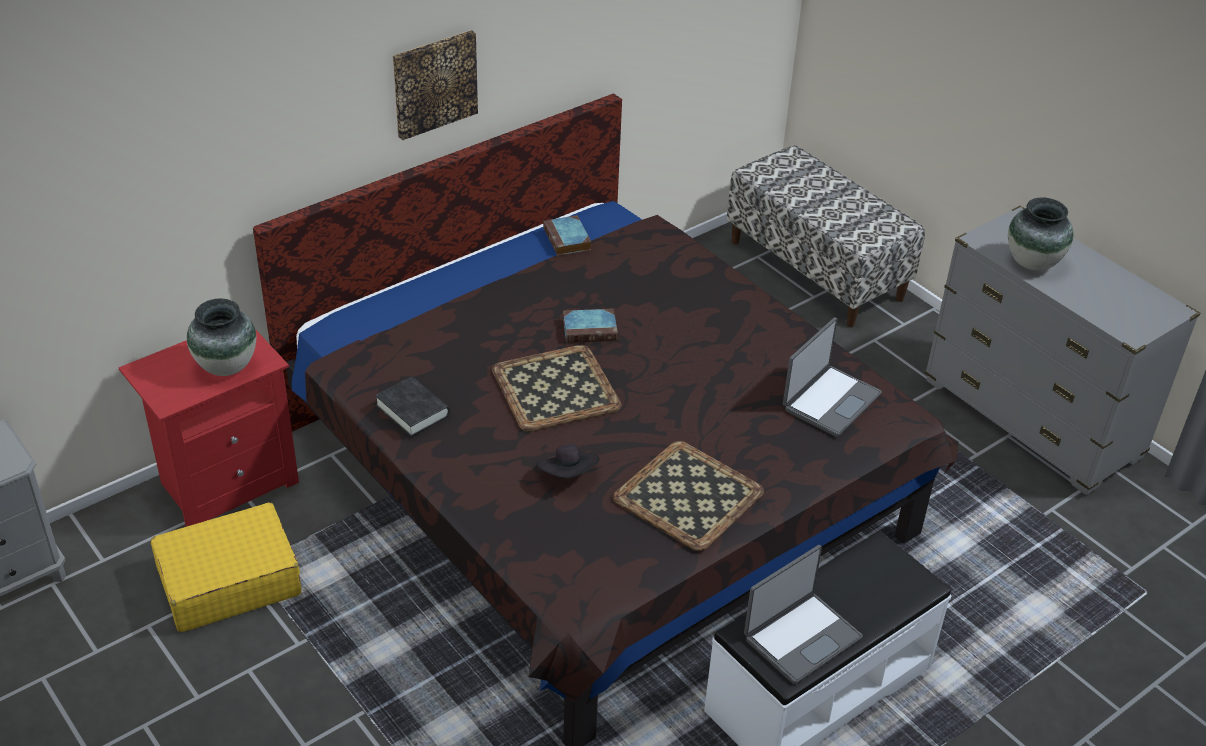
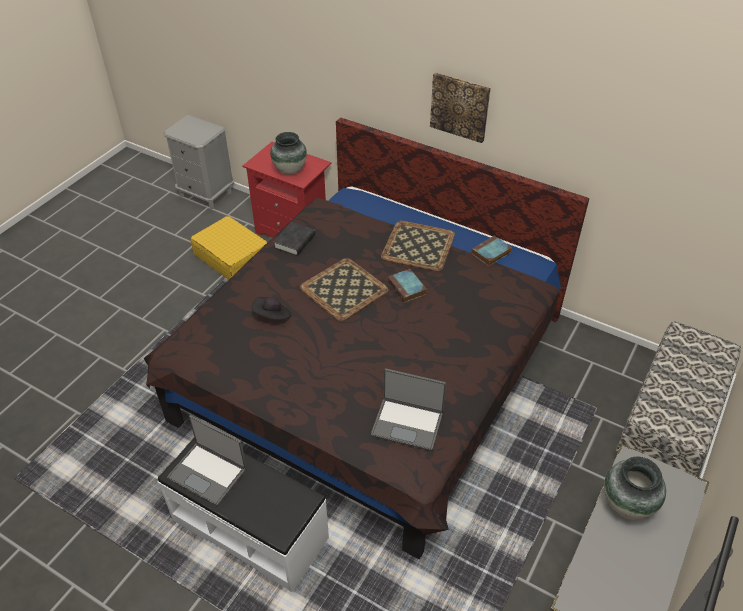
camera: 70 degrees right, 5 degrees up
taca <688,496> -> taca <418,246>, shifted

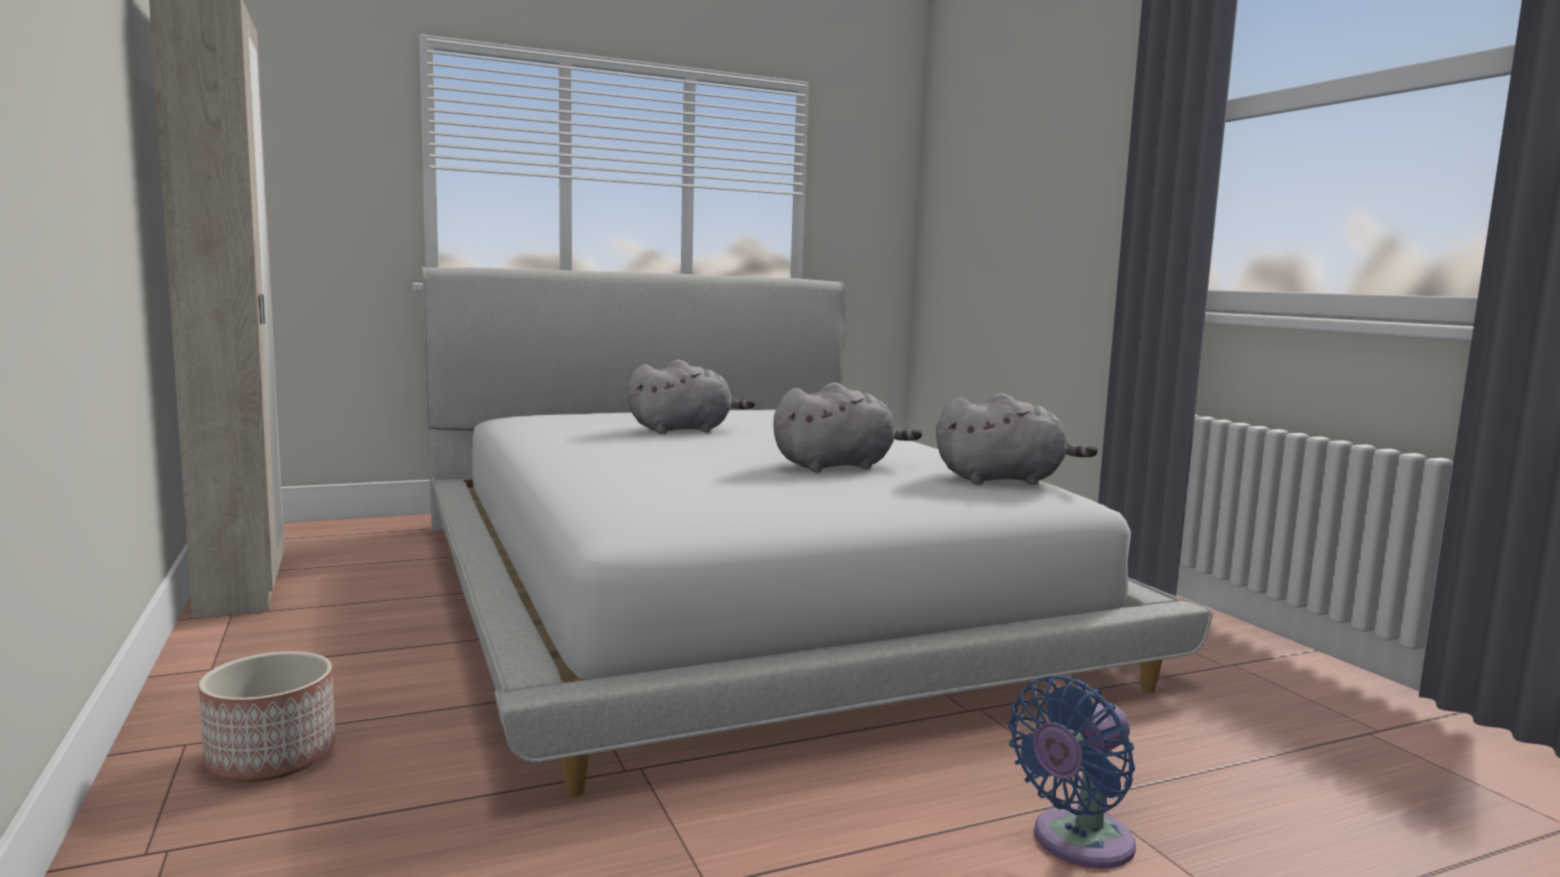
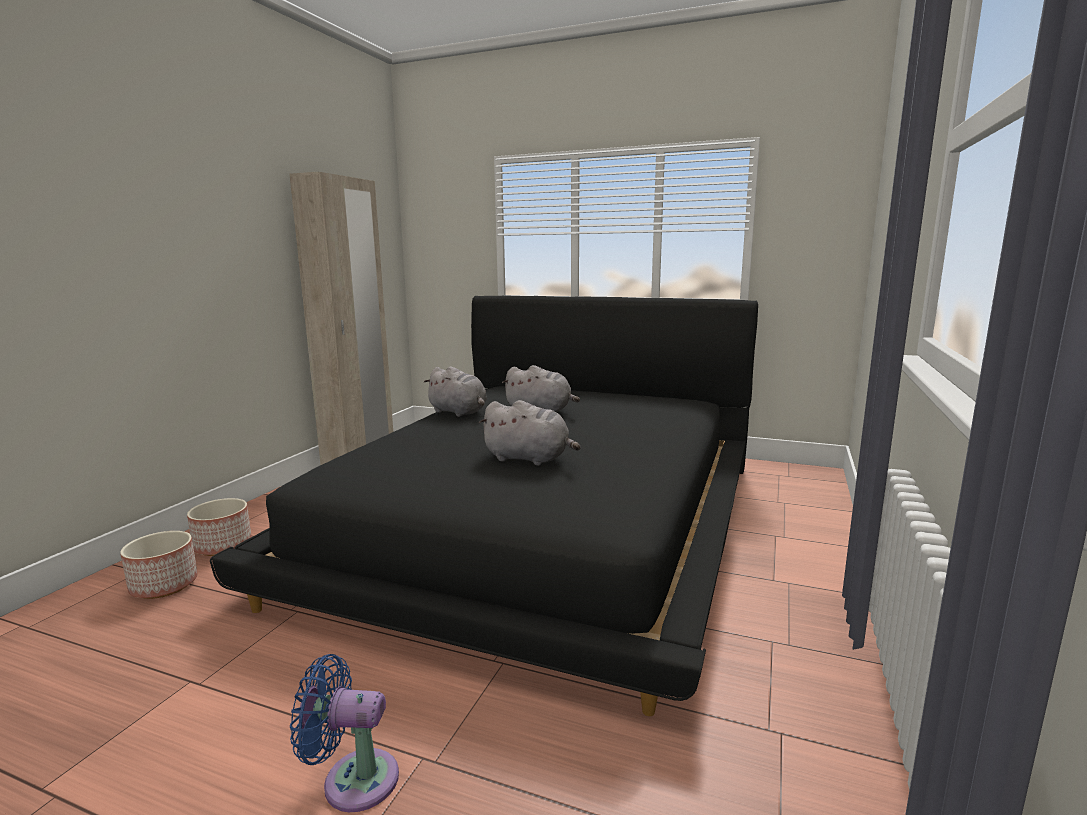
camera: 45 degrees right, 5 degrees up
none -> donica <159,565>
łóżko/biały <817,532> -> łóżko/czarny <484,506>
pluszak/szary <1017,438> -> pluszak/szary <455,391>, shifted

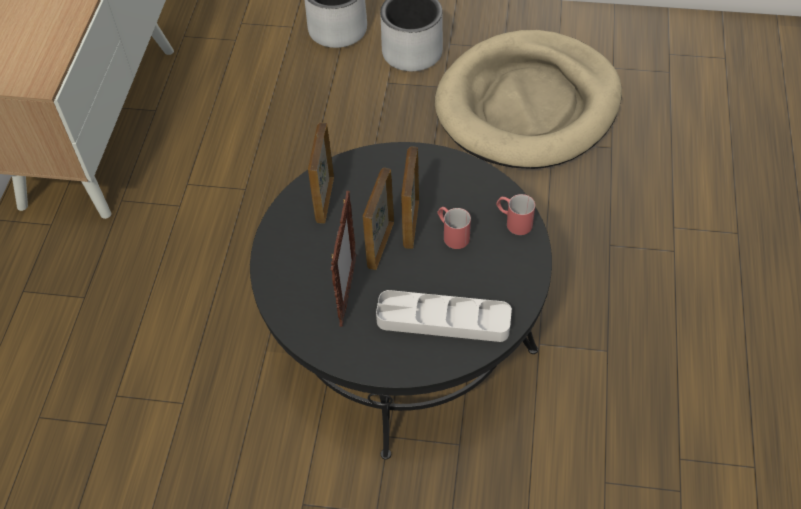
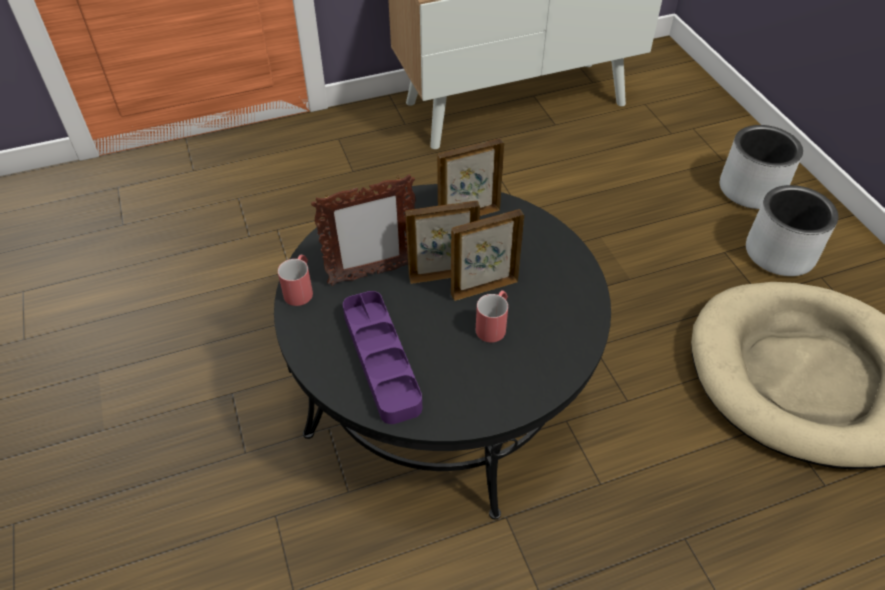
camera: 60 degrees right, 5 degrees down
kubek/czerwony <515,214> -> kubek/czerwony <295,280>, shifted
taca/biały <444,316> -> taca/fioletowy <382,357>

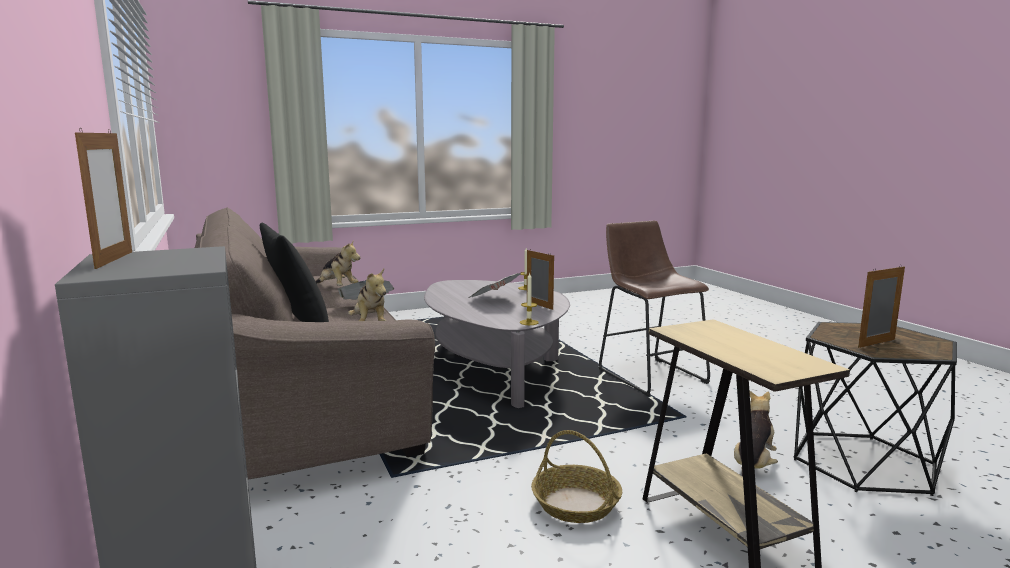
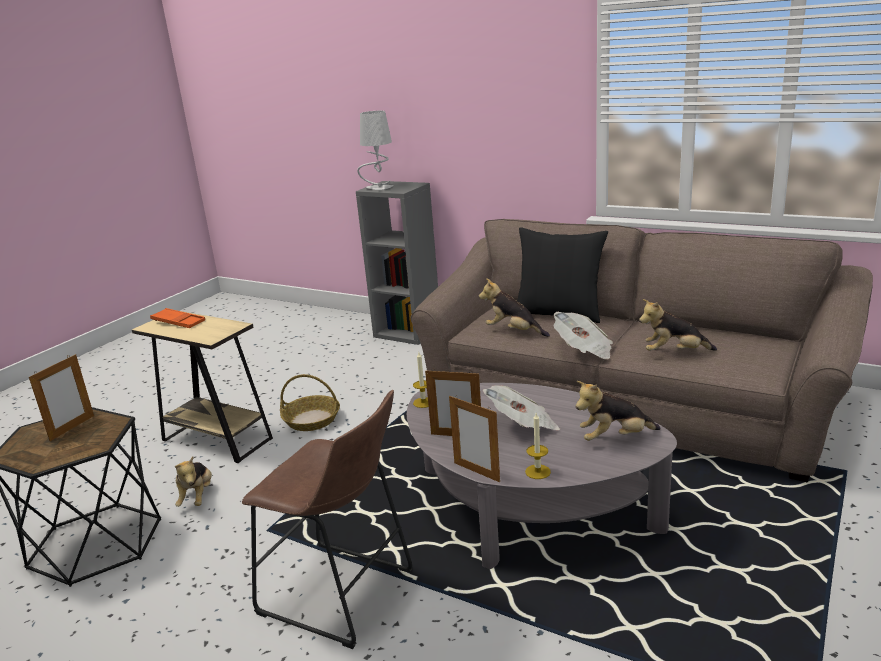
camera: 145 degrees right, 10 degrees up
none -> taca/pomarańczowy <177,318>
none -> lampa stołowa/szary <375,150>
ramka na zdjęcie <103,198> -> ramka na zdjęcie <474,438>, shifted
none -> pluszak <618,411>

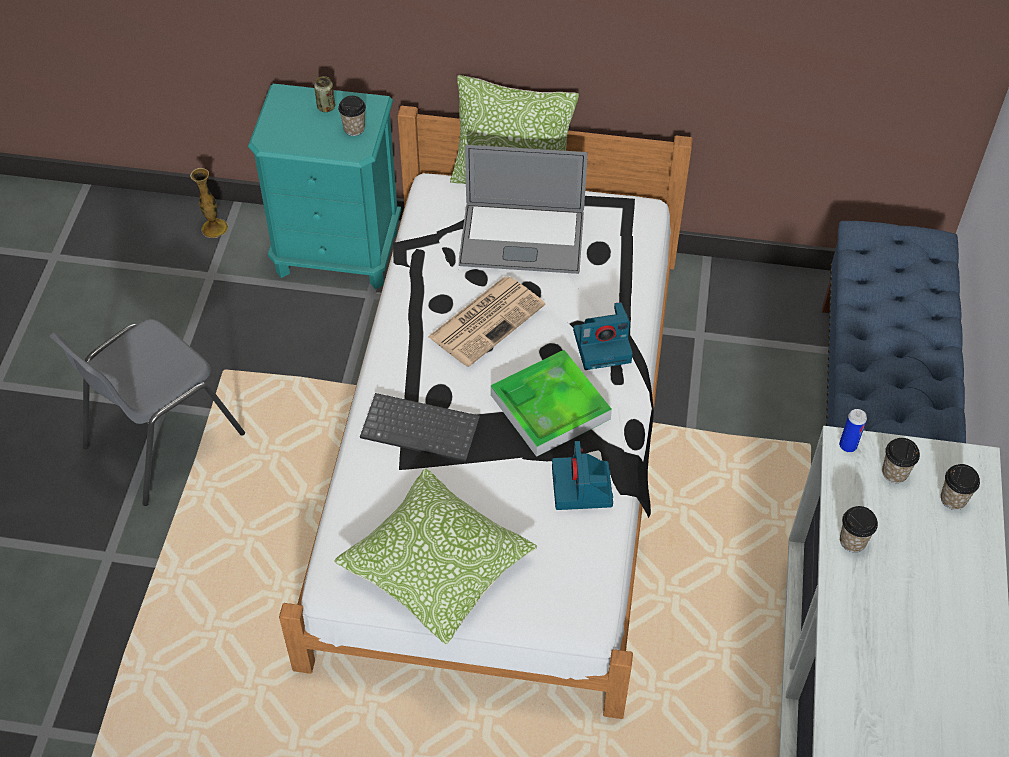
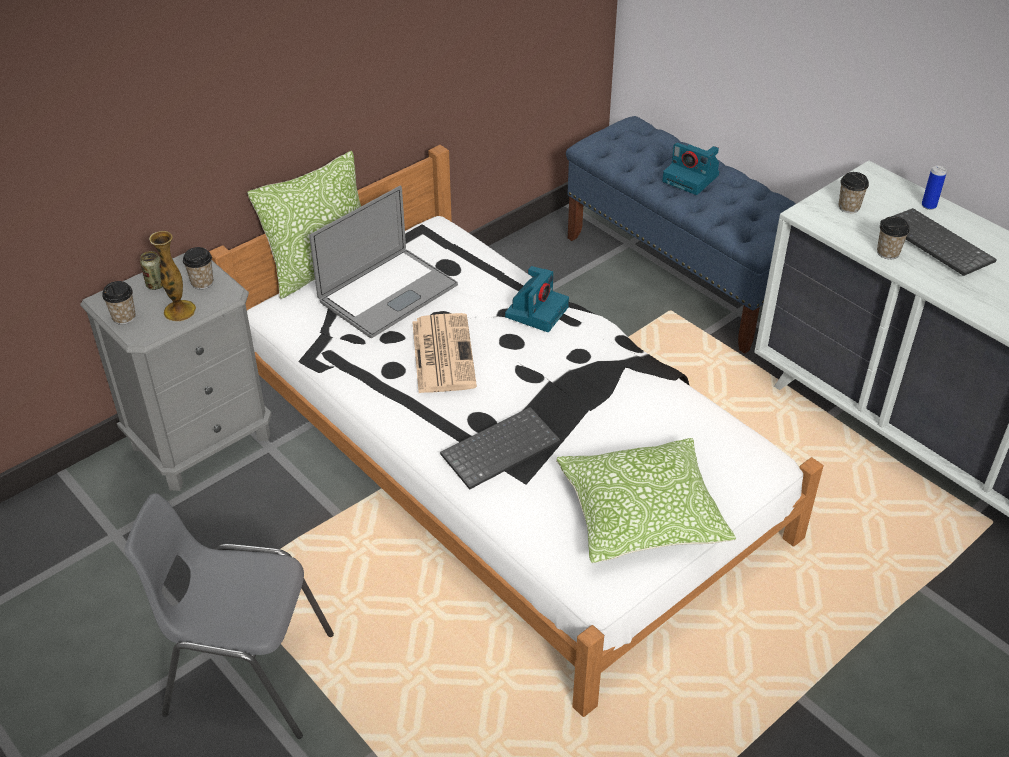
camera: 50 degrees left, 10 degrees down
szafka nocna/turkusowy <324,186> -> szafka nocna/szary <176,372>
filiżanka <960,487> -> filiżanka <119,303>, shifted
krzesło/szary <147,412> -> krzesło/szary <229,616>, 105 degrees clockwise
wazon <209,203> -> wazon <172,276>, shifted
aparat fotograficzny <582,475> -> aparat fotograficzny <690,168>, shifted
none -> klawiatura <938,242>
puszka <853,430> -> puszka <934,187>, shifted
taca <551,403> -> none

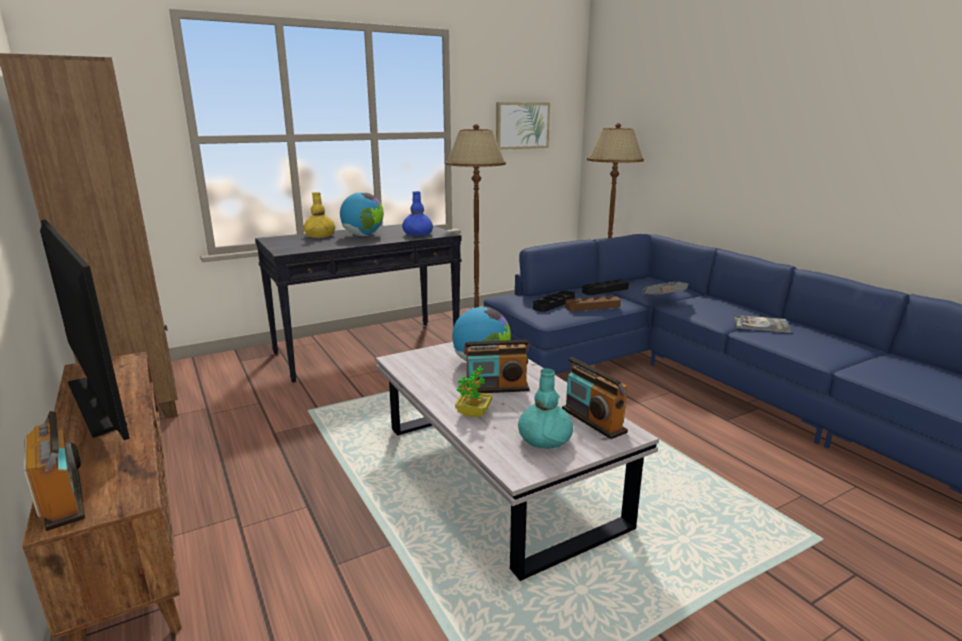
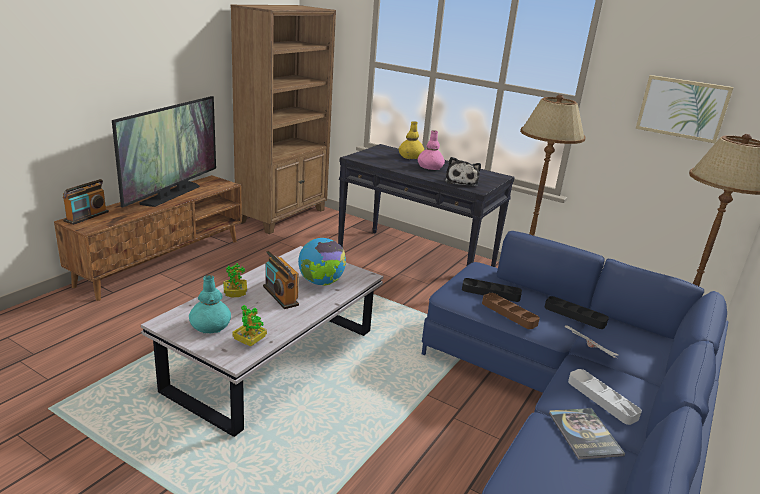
camera: 60 degrees right, 5 degrees up
radio <595,398> -> roślina doniczkowa <249,325>
globus <362,214> -> wazon/różowy <431,150>
wazon/niebieski <417,213> -> pluszak <463,171>
none -> taca/szary <605,397>

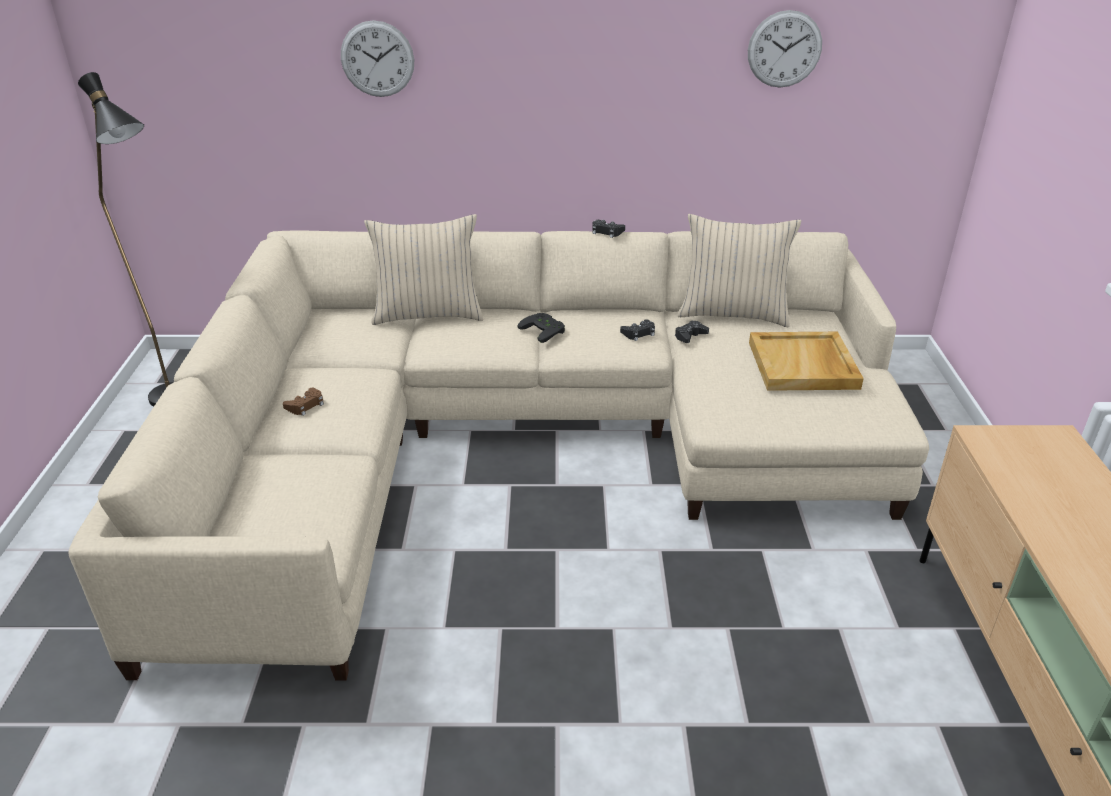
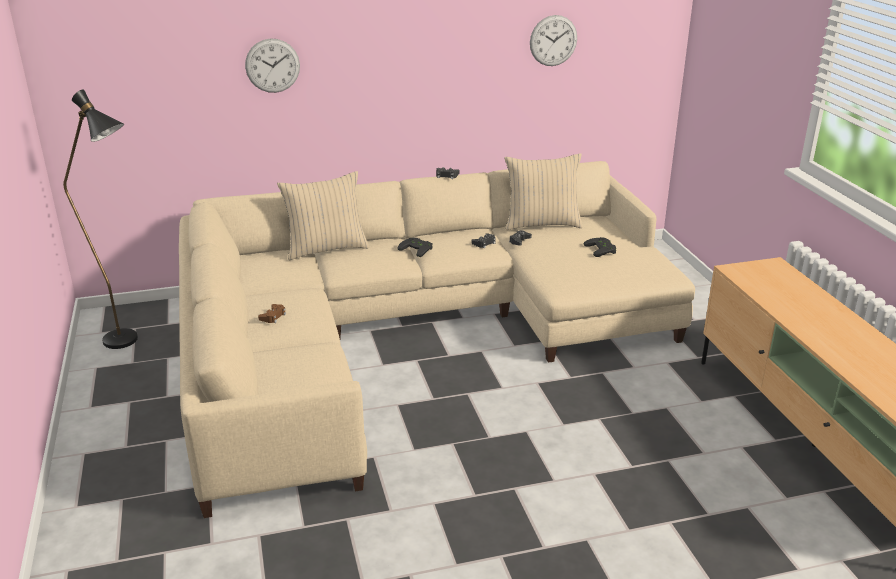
camera: 15 degrees left, 5 degrees down
taca/beżowy <806,361> -> pad do gier/czarny <600,247>

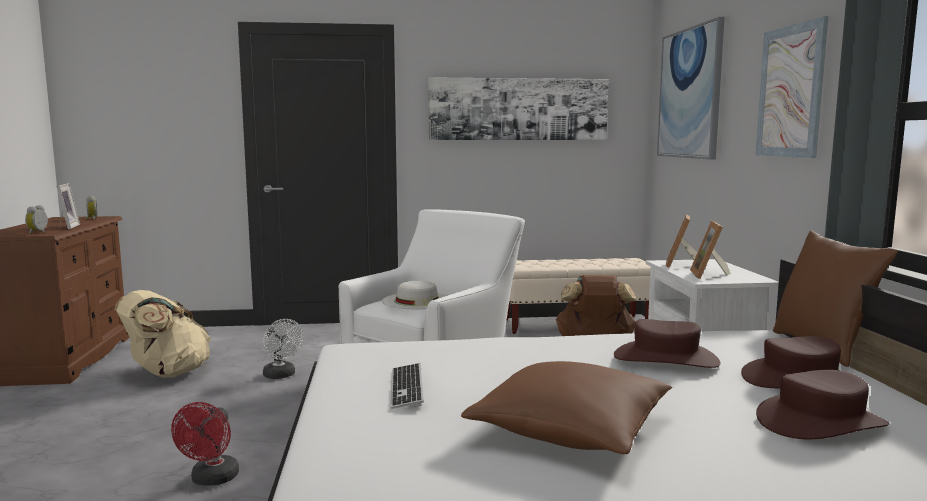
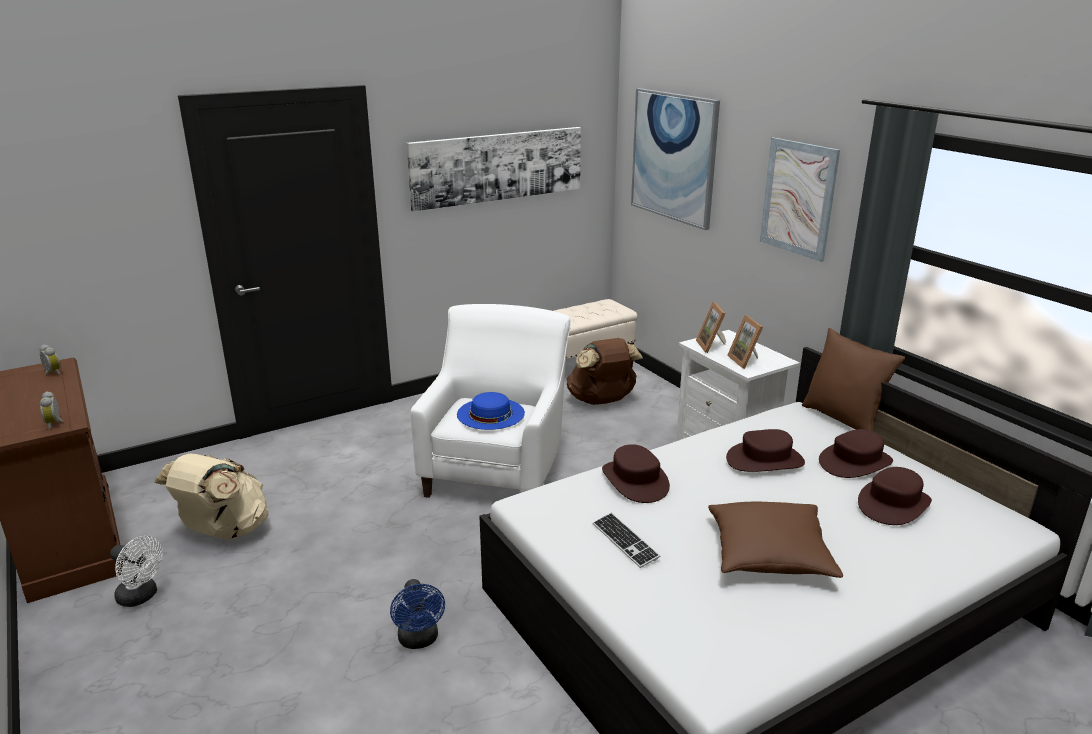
camera: 25 degrees left, 15 degrees up
wentylator/biały <283,349> -> wentylator/biały <136,571>, shifted
wentylator/czerwony <205,444> -> wentylator/niebieski <417,614>
kapelusz/biały <414,294> -> kapelusz/niebieski <491,411>
none -> kapelusz/brązowy <636,473>
ramka na zdjęcie <68,206> -> none

